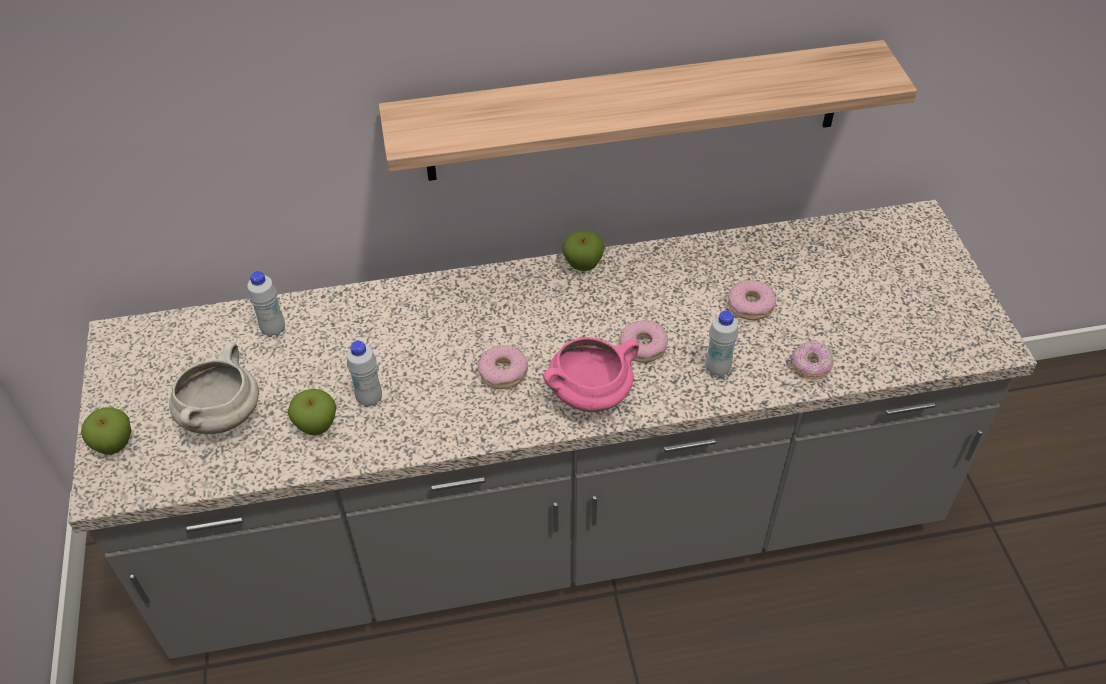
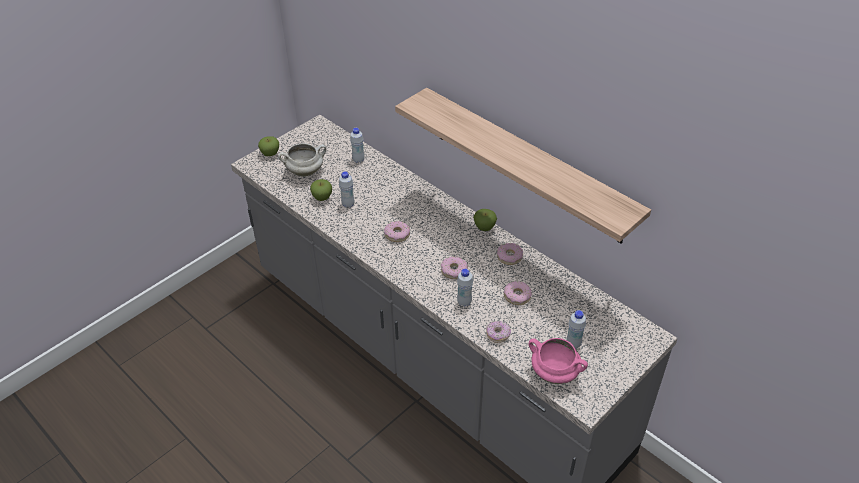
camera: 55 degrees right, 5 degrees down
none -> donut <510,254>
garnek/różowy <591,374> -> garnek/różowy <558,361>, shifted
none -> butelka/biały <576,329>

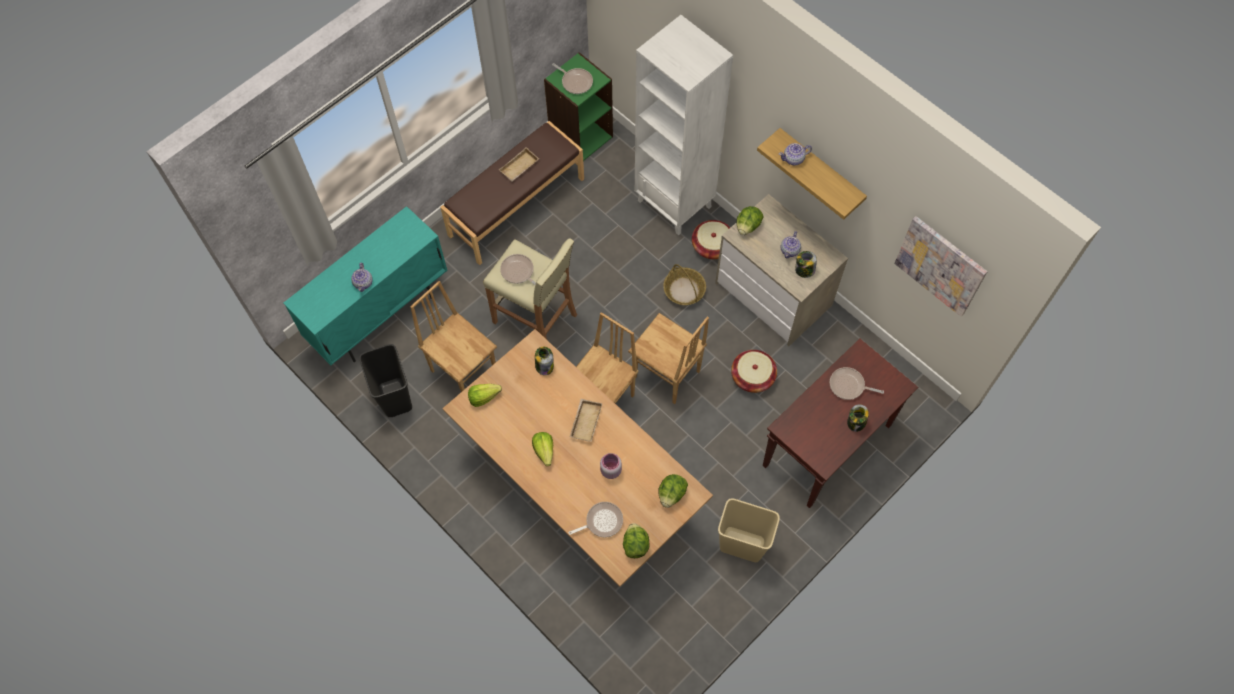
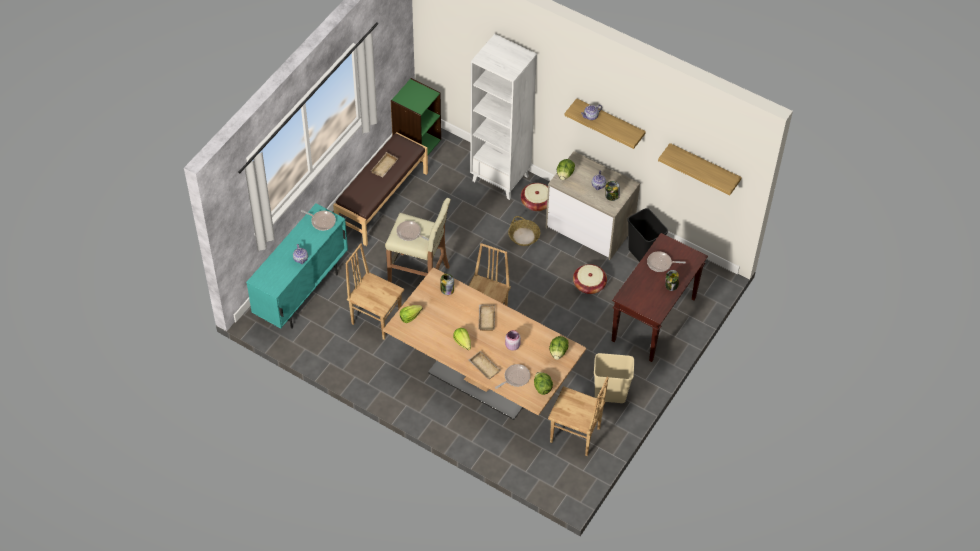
camera: 15 degrees left, 10 degrees down
patelnia <572,78> -> patelnia <318,220>, shifted
none -> taca/beżowy <485,365>
krzesło/brązowy <668,358> -> krzesło/brązowy <578,416>, shifted
kosz na śmieci/czarny <385,380> -> kosz na śmieci/czarny <647,235>, shifted
obraz <940,266> -> półka <700,169>

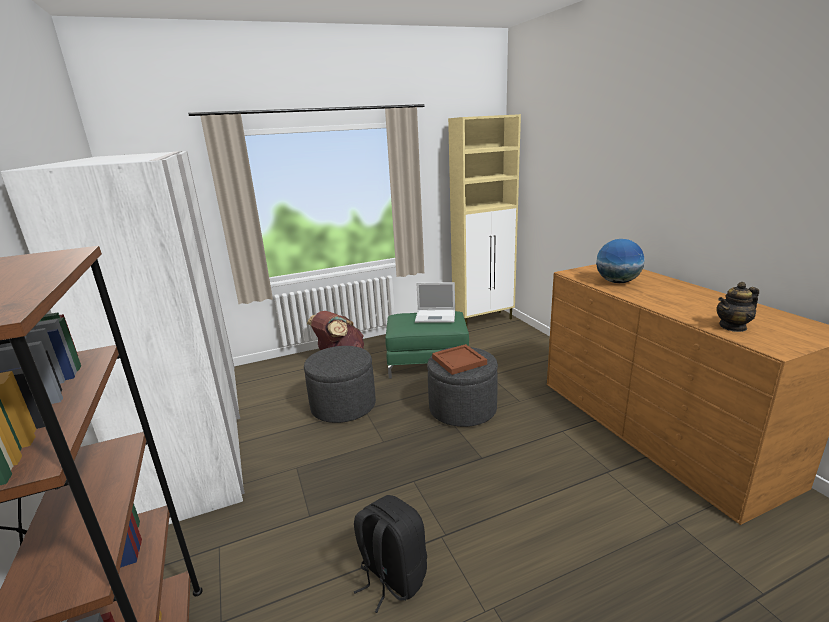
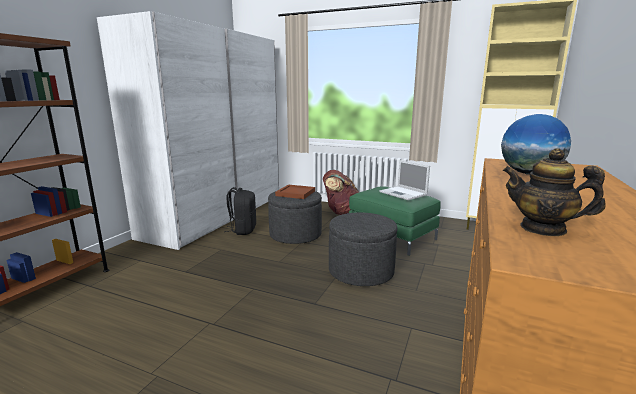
camera: 45 degrees right, 5 degrees down
plecak/czarny <390,554> -> plecak/czarny <240,211>, shifted
taca/brązowy <459,359> -> taca/brązowy <295,191>, shifted

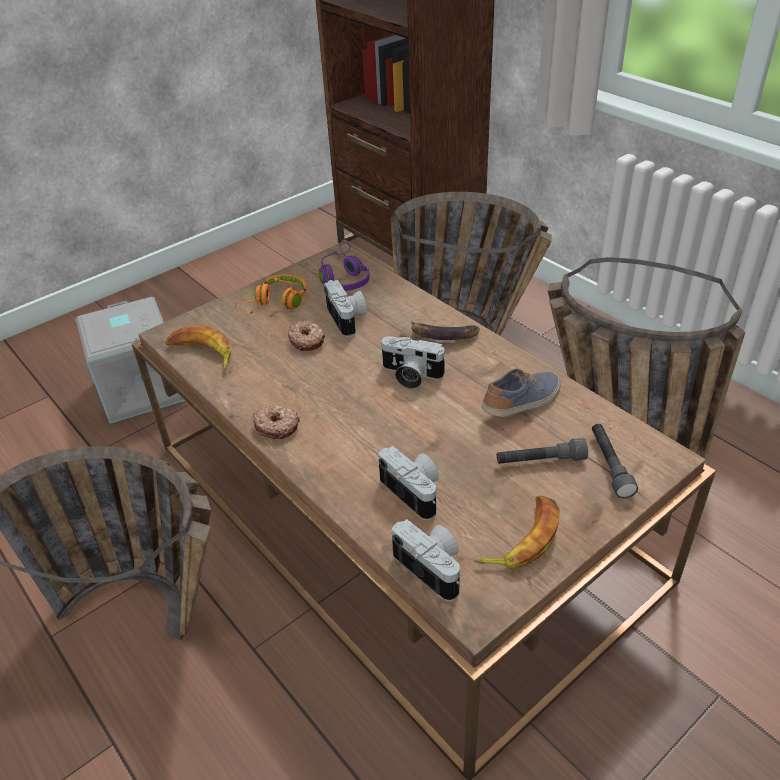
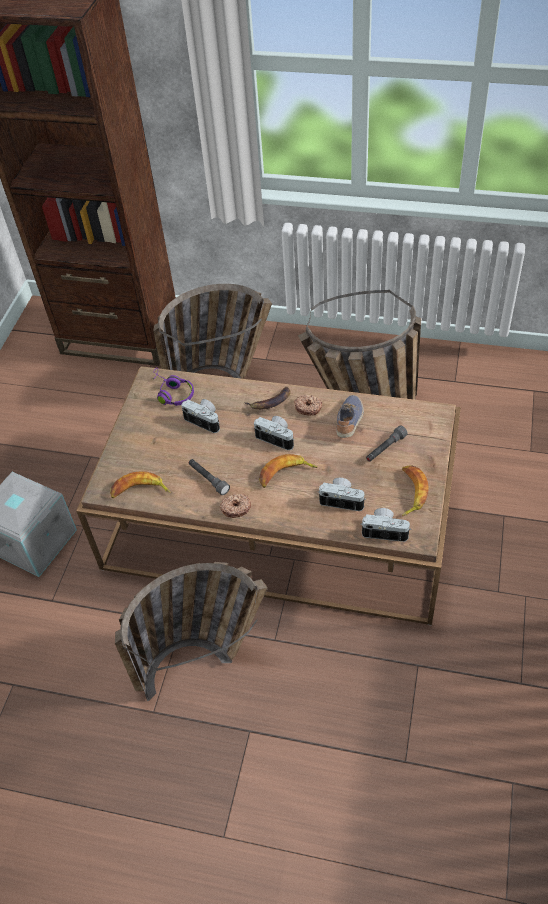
camera: 35 degrees left, 10 degrees up
latarka/szary <615,461> -> latarka/szary <209,477>, shifted
aparat fotograficzny <413,362> -> aparat fotograficzny <274,433>, 135 degrees counterclockwise
none -> banan <288,471>
donut <306,335> -> donut <308,405>, shifted
słuchawki/pomarańczowy <271,294> -> none

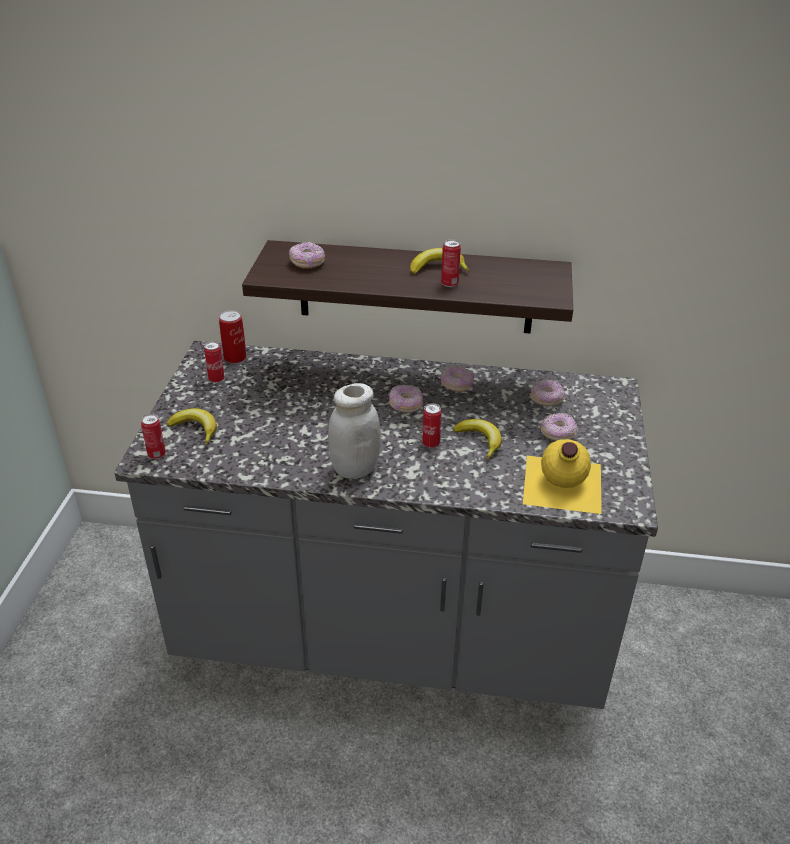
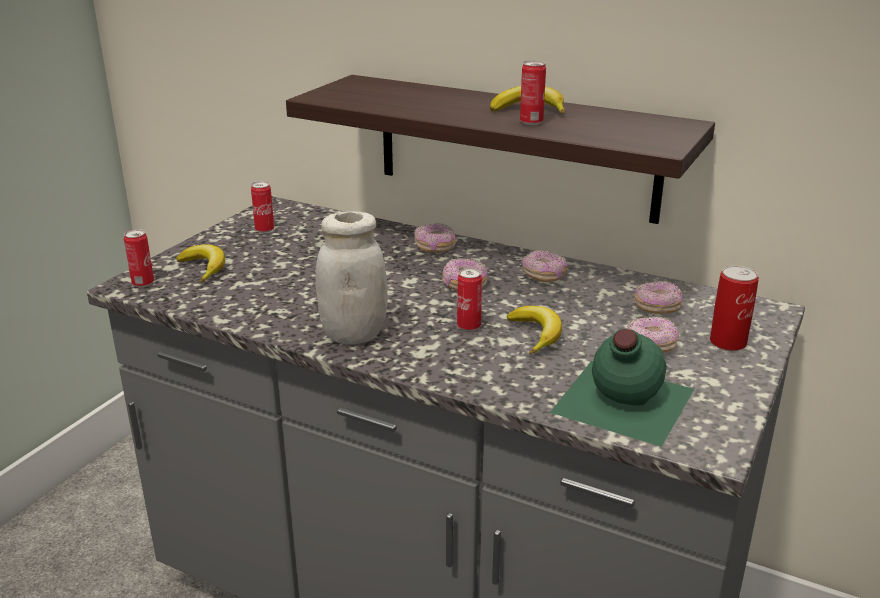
camera: 20 degrees right, 10 degrees down
donut <307,255> -> donut <435,238>, shifted
butelka/żółty <562,476> -> butelka/zielony <622,388>
puszka <232,336> -> puszka <734,308>, shifted

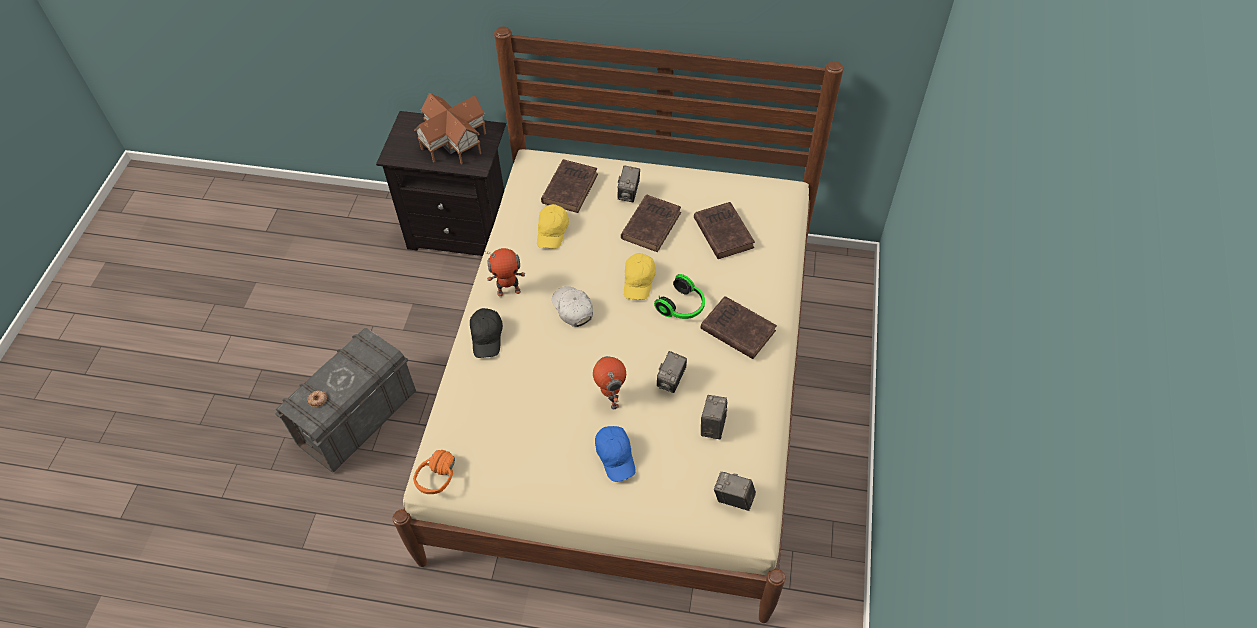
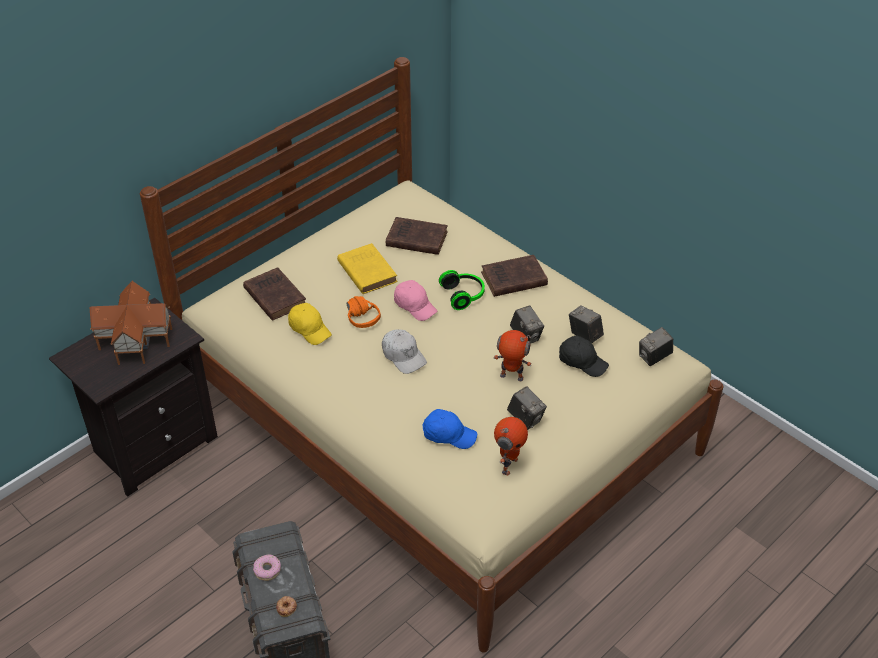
camera: 55 degrees left, 10 degrees down
none -> donut <267,567>
książka/brązowy <651,223> -> książka/żółty <367,268>
słuchawki/pomarańczowy <434,472> -> słuchawki/pomarańczowy <364,312>, shifted
czapka z daszkiem/biały <572,306> -> czapka z daszkiem/biały <404,351>, 135 degrees counterclockwise
czapka z daszkiem/żółty <640,276> -> czapka z daszkiem/różowy <415,300>
czapka z daszkiem/niebieski <615,454> -> czapka z daszkiem/niebieski <450,429>, shifted
robot zabawkowy <505,272> -> robot zabawkowy <511,446>, shifted
aparat fotograficzny <628,183> -> aparat fotograficzny <527,408>, shifted
czapka z daszkiem/czarny <486,333> -> czapka z daszkiem/czarny <584,356>, shifted

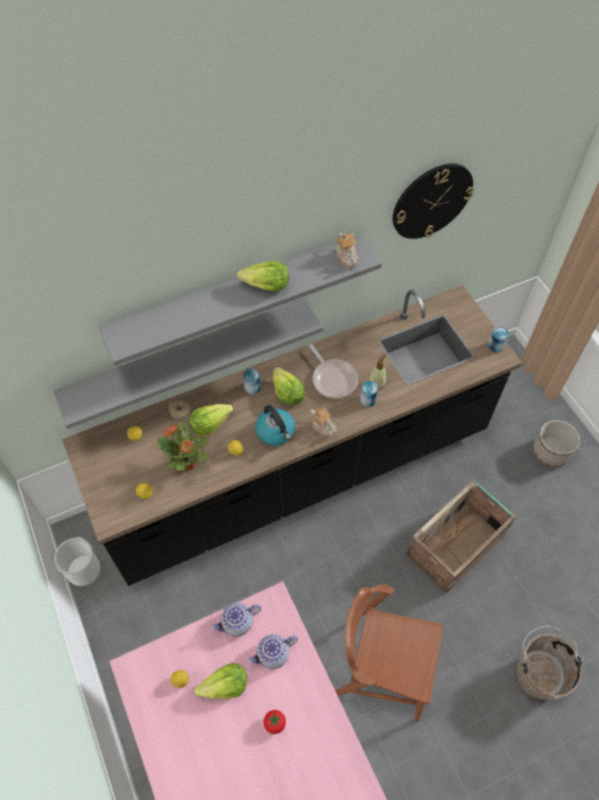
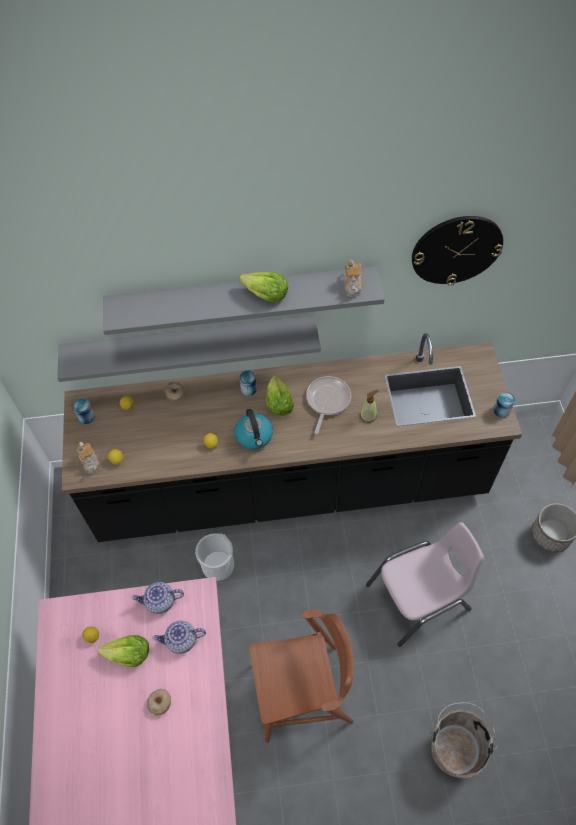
camera: 20 degrees right, 0 degrees up
puszka <369,394> -> puszka <84,411>, shifted
imbryk <323,423> -> imbryk <88,458>, shifted
pomidor <275,722> -> donut <159,702>
wiadro <77,561> -> wiadro <214,557>, shifted
krzesło/brązowy <389,653> -> krzesło/brązowy <301,676>, 135 degrees clockwise
patelnia <333,371> -> patelnia <328,405>, 150 degrees counterclockwise
skrzynka <461,536> -> krzesło/różowy <425,584>
roślina doniczkowa <183,446> -> none
sałata <211,420> -> none

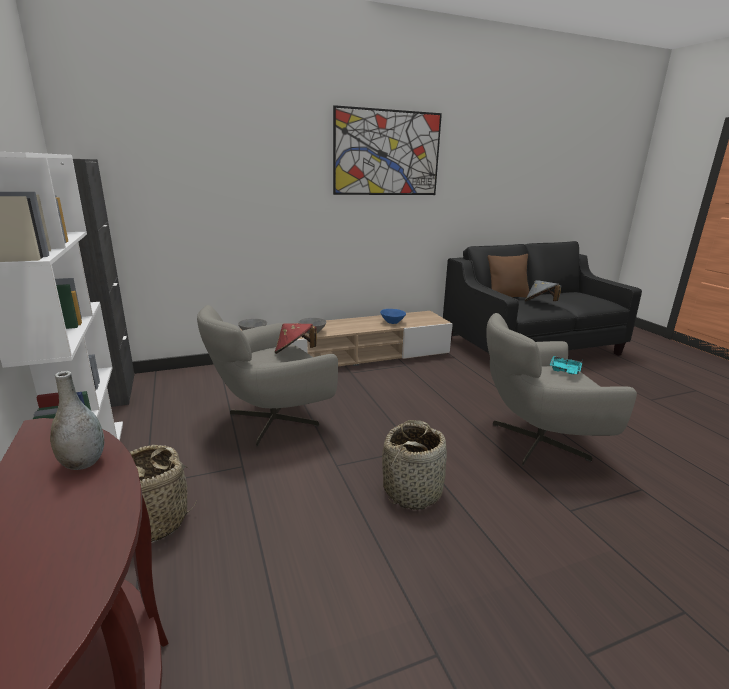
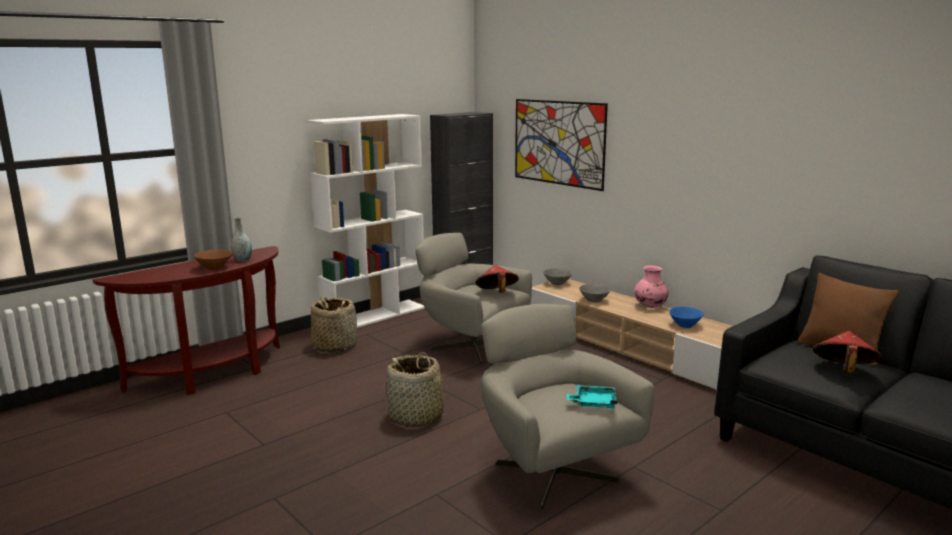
camera: 70 degrees right, 5 degrees down
none -> miska/brązowy <213,260>
obraz <387,150> -> obraz <561,145>, shifted
none -> wazon/różowy <651,287>
kapelusz/szary <543,290> -> kapelusz/czerwony <848,352>

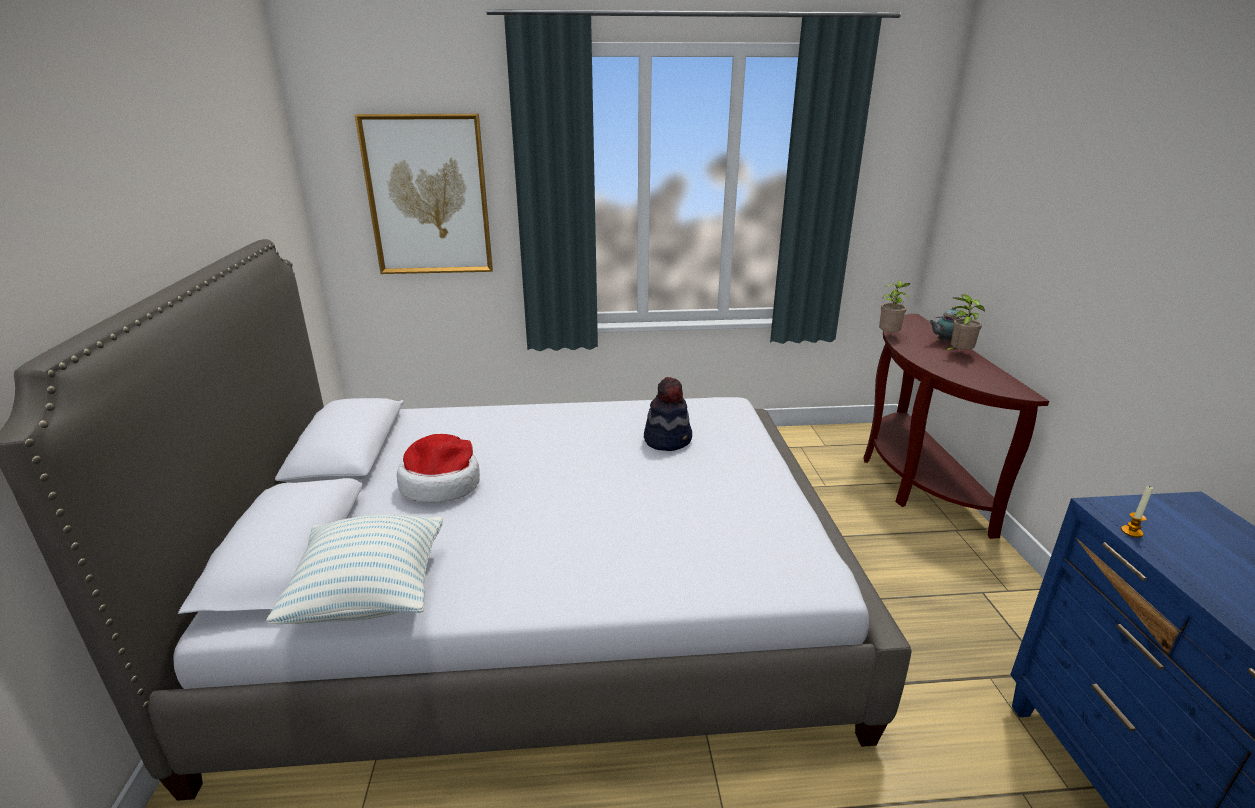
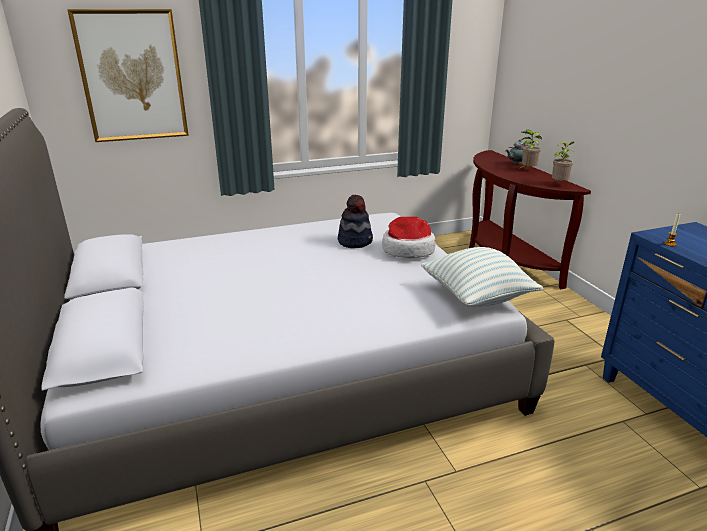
camera: 15 degrees left, 0 degrees up
kapelusz <438,468> -> kapelusz <409,237>, shifted
poduszka <354,569> -> poduszka <482,277>, shifted
roślina doniczkowa <894,306> -> roślina doniczkowa <563,160>, shifted

